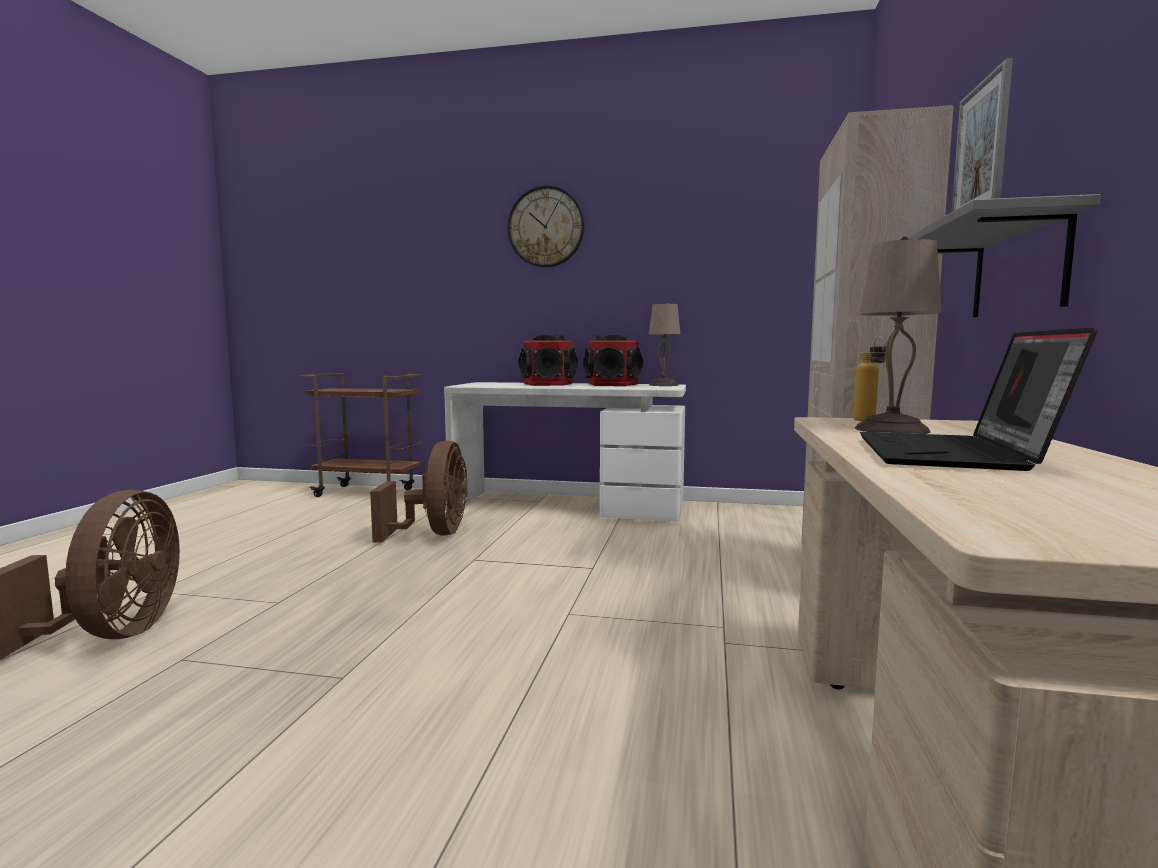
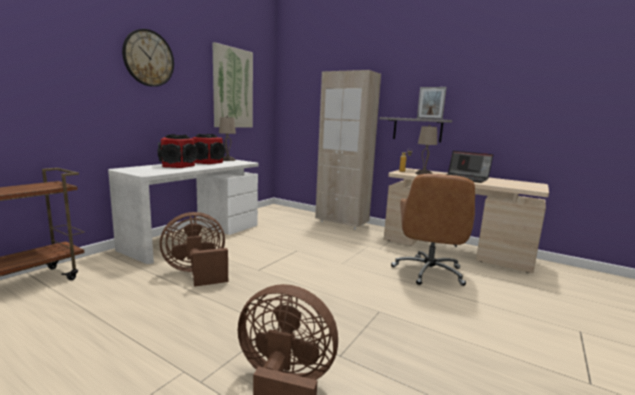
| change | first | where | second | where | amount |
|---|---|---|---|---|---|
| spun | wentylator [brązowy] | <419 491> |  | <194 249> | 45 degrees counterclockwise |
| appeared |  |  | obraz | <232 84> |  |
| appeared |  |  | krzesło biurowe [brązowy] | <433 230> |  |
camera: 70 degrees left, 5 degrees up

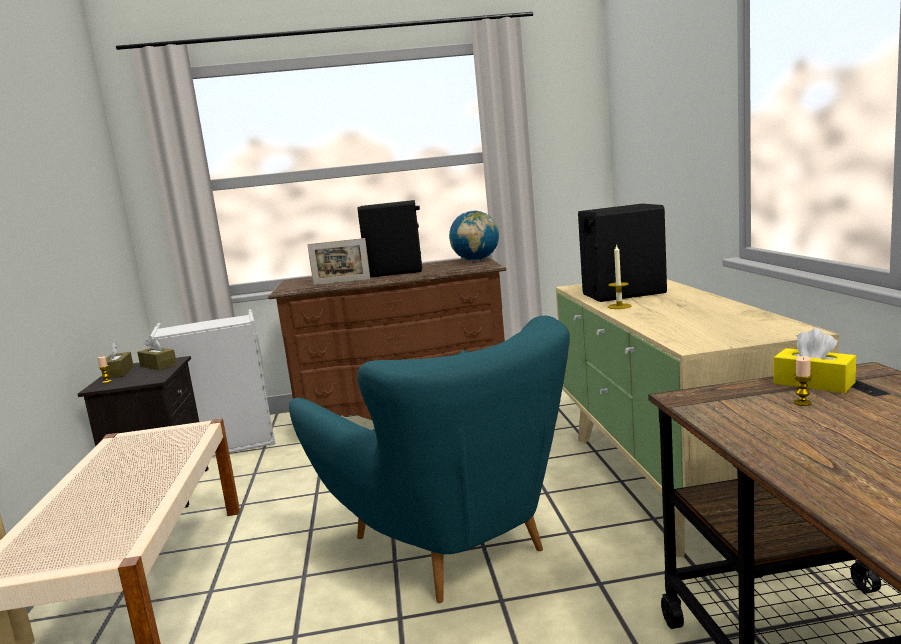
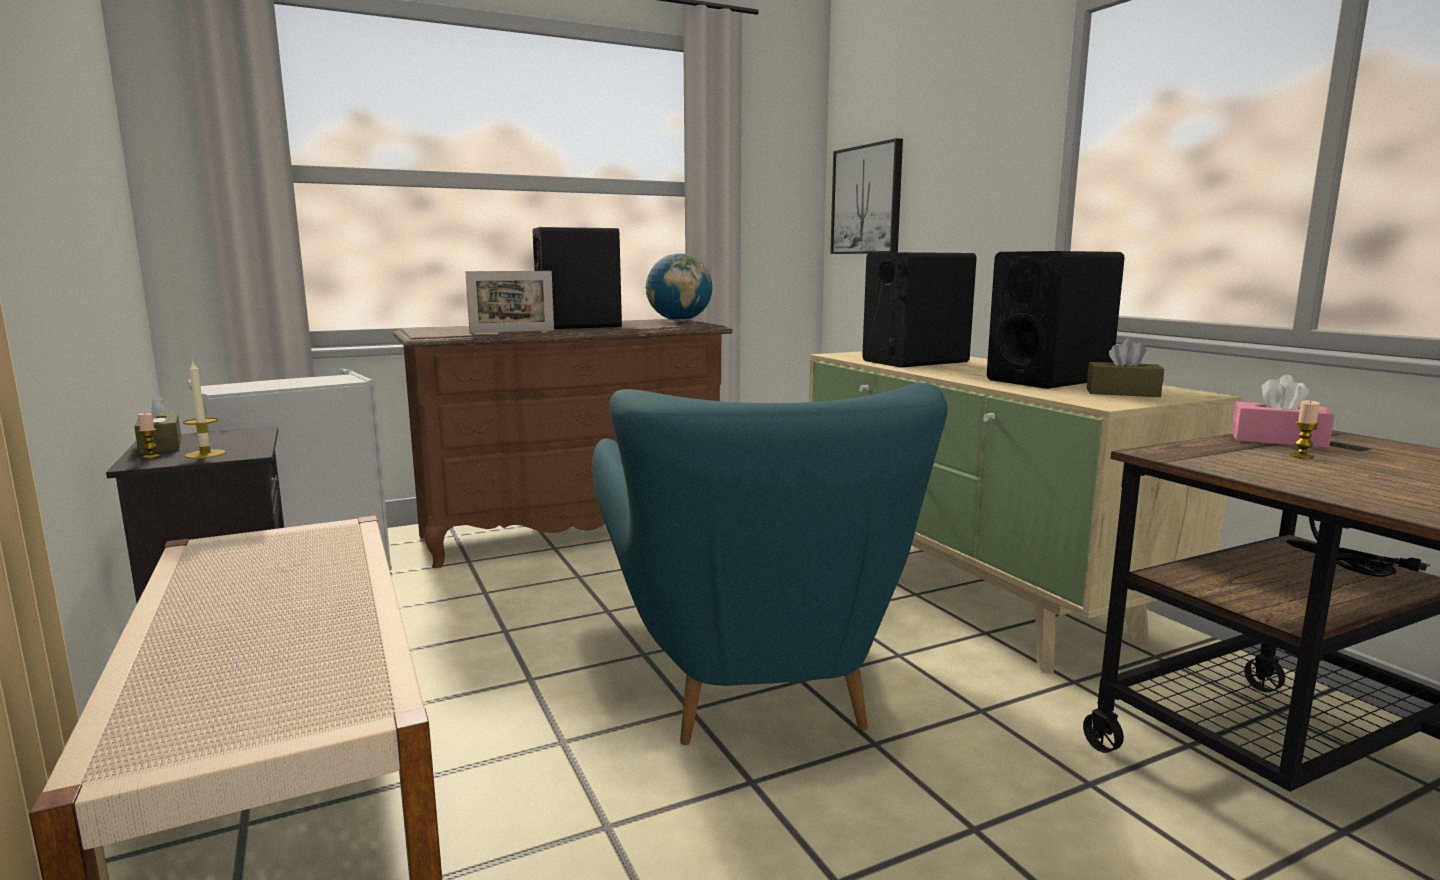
| change | first | where | second | where | amount |
|---|---|---|---|---|---|
| relocated | świeca | <619 276> |  | <204 409> |  |
| spun | fotel [turkusowy] | <429 459> |  | <770 564> | 45 degrees clockwise |
| appeared |  |  | obraz | <866 196> |  |
| appeared |  |  | głośnik [czarny] | <1056 320> |  |
| relocated | pudełko chusteczek [brązowy] | <157 353> |  | <1125 367> |  |
| colour | pudełko chusteczek [żółty] | <815 360> | pudełko chusteczek [różowy] | <1282 411> |  |
camera: 20 degrees left, 0 degrees up

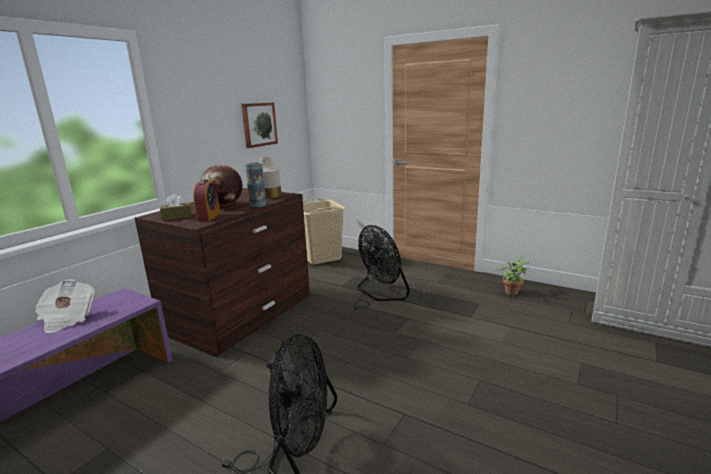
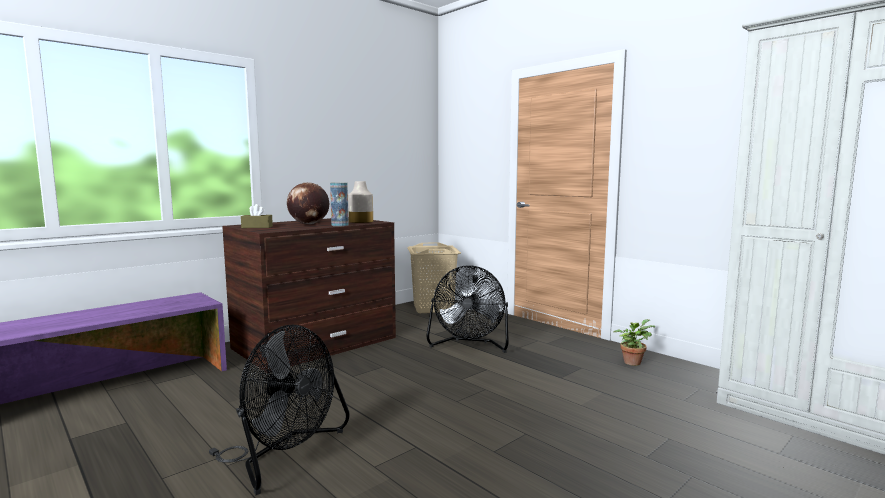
| change | first | where | second | where | amount |
|---|---|---|---|---|---|
| spun | wentylator [czarny] | <381 267> |  | <468 309> | 120 degrees clockwise |
| missing | gazeta | <64 306> |  |  |  |
| missing | budzik | <206 200> |  |  |  |
| missing | obraz | <259 125> |  |  |  |
camera: 15 degrees right, 10 degrees down

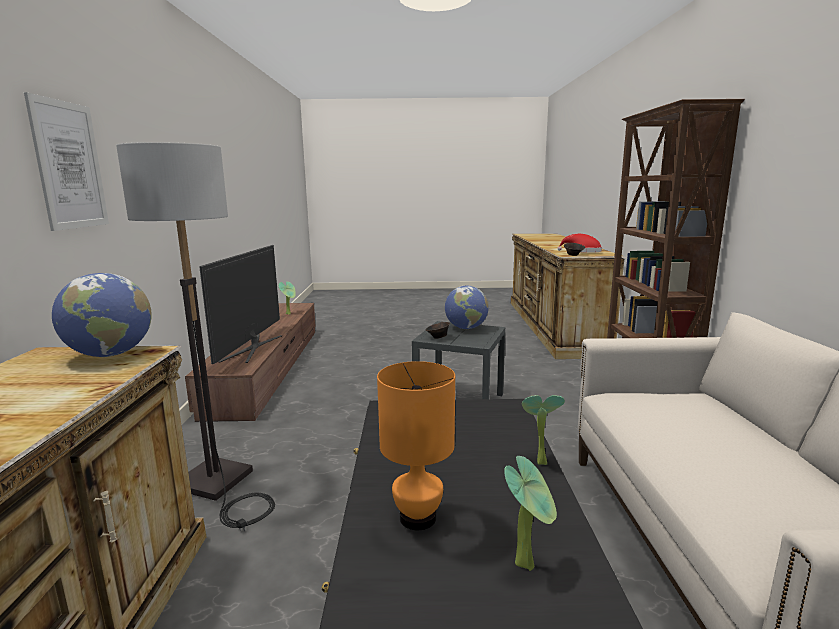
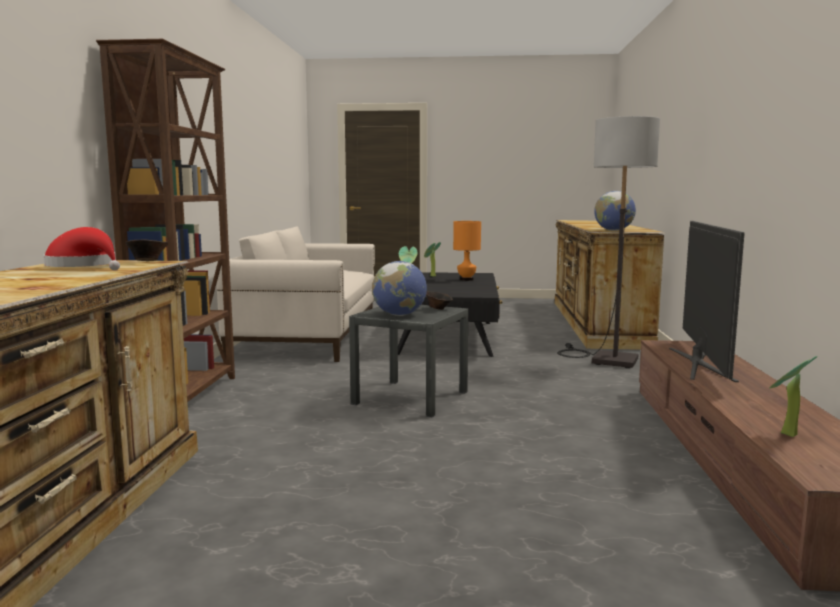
| change | first | where | second | where | amount |
|---|---|---|---|---|---|
| missing | obraz | <66 161> |  |  |  |
camera: 175 degrees left, 5 degrees down

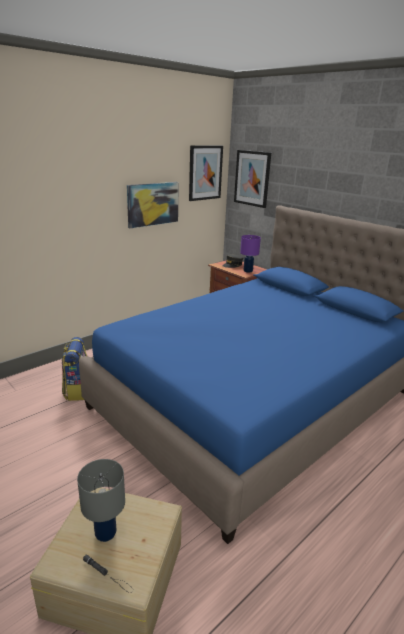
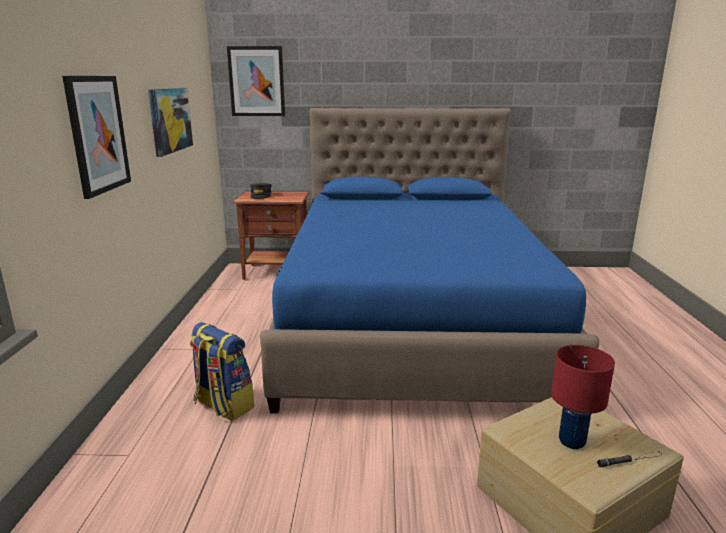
| change | first | where | second | where | amount |
|---|---|---|---|---|---|
| relocated | obraz | <206 173> |  | <96 137> |  |
| colour | lampa stołowa [szary] | <101 500> | lampa stołowa [czerwony] | <583 397> |  |
| missing | lampa stołowa [fioletowy] | <250 254> |  |  |  |
camera: 45 degrees left, 5 degrees down

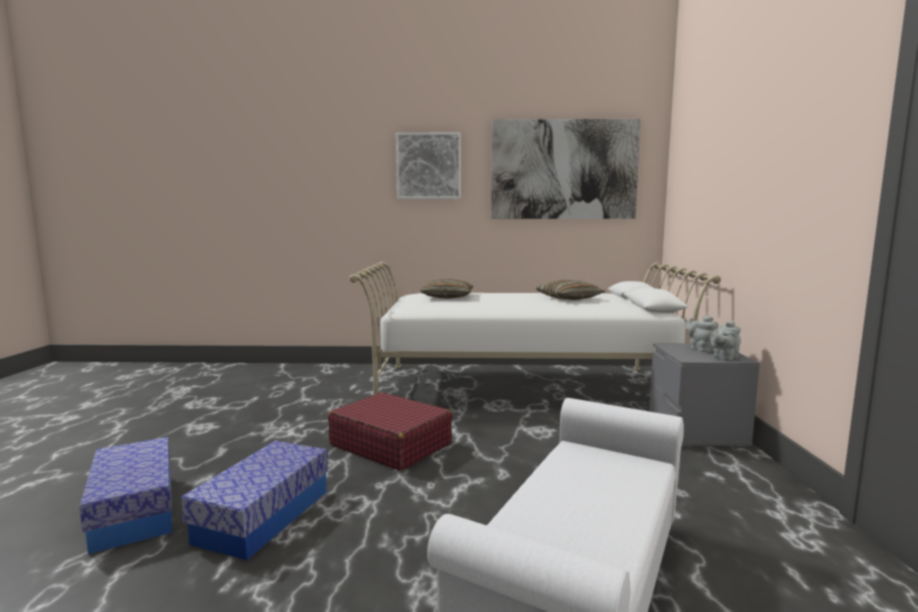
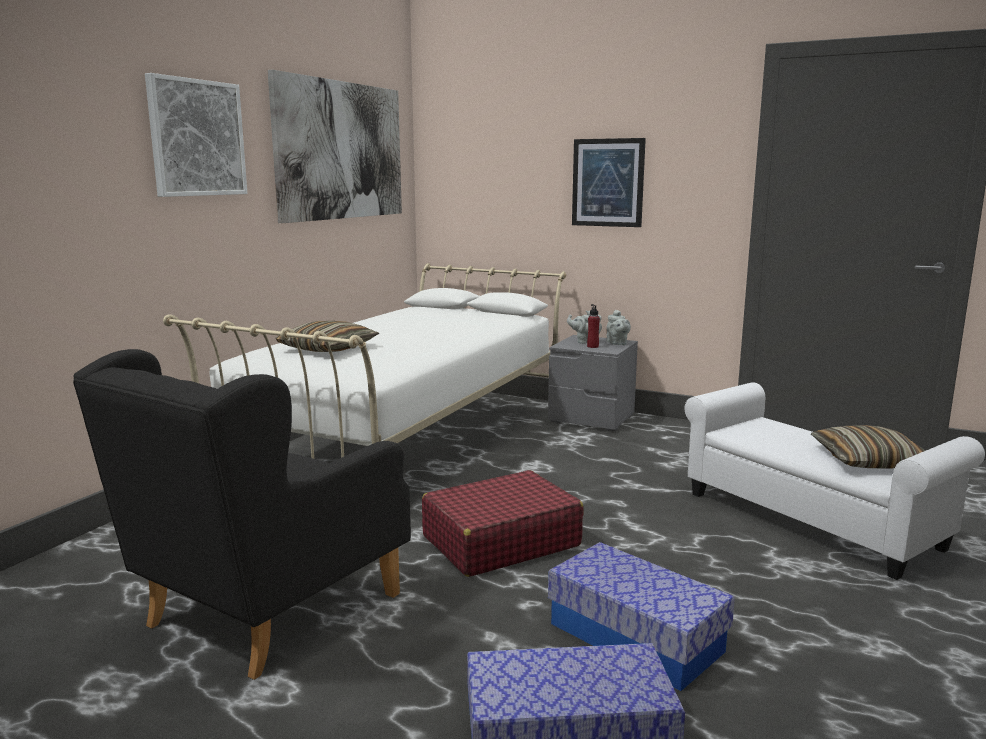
| change | first | where | second | where | amount |
|---|---|---|---|---|---|
| appeared |  |  | fotel [czarny] | <242 514> |  |
| appeared |  |  | obraz | <609 182> |  |
| appeared |  |  | butelka [czerwony] | <593 326> |  |
| relocated | poduszka | <571 290> |  | <868 447> |  |
camera: 65 degrees left, 5 degrees up

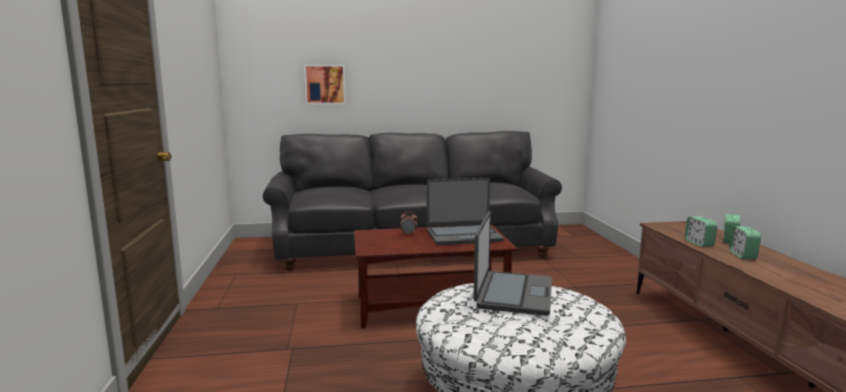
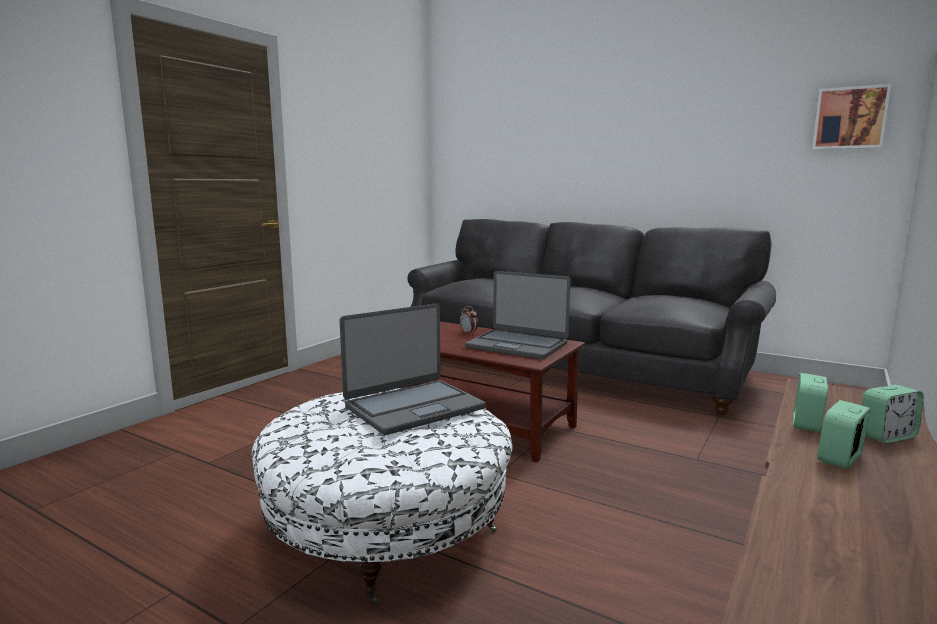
| change | first | where | second | where | amount |
|---|---|---|---|---|---|
| relocated | obraz | <325 84> |  | <851 117> |  |
camera: 40 degrees right, 0 degrees up

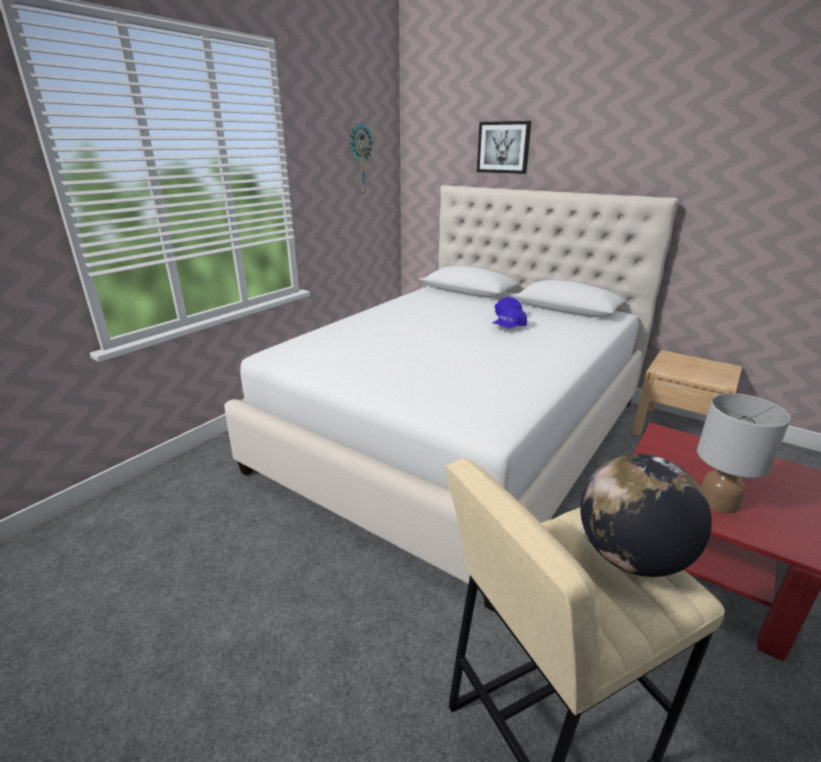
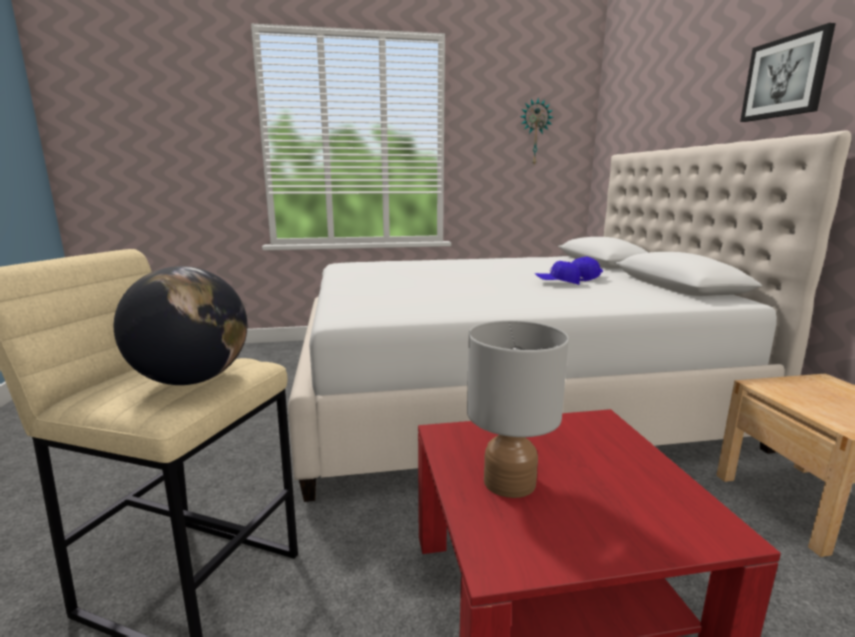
| change | first | where | second | where | amount |
|---|---|---|---|---|---|
| relocated | obraz | <504 147> |  | <788 72> |  |
camera: 45 degrees right, 10 degrees down

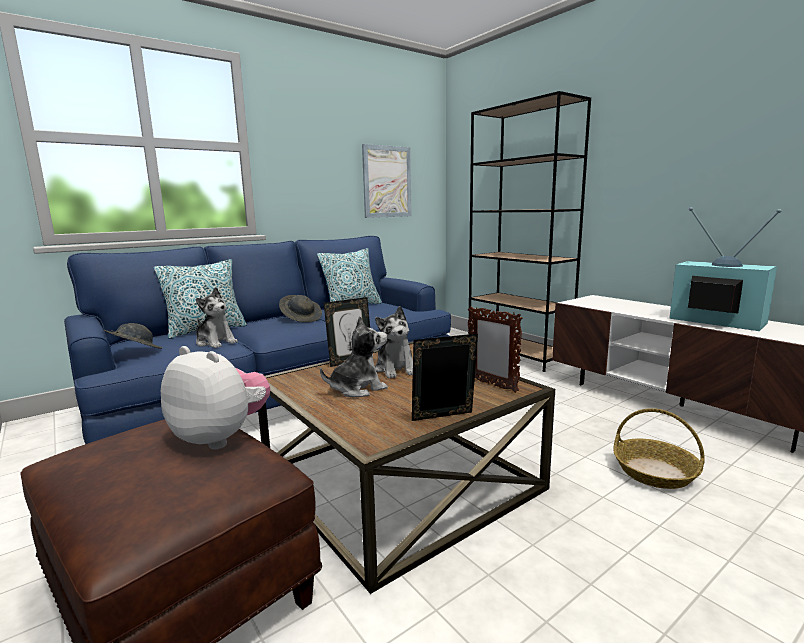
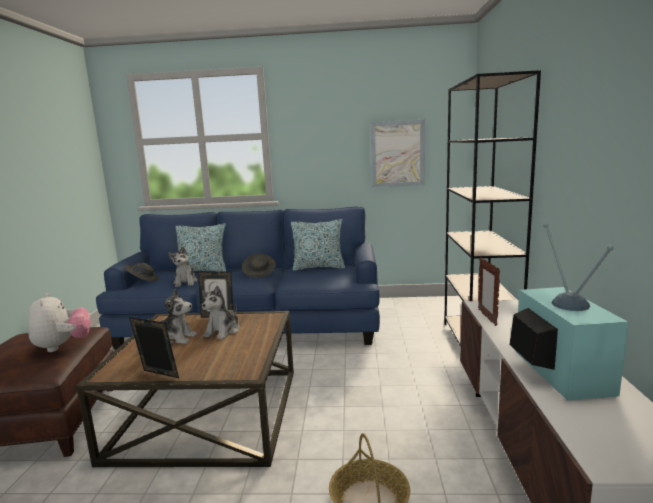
| change | first | where | second | where | amount |
|---|---|---|---|---|---|
| relocated | ramka na zdjęcie | <495 349> |  | <489 291> |  |
camera: 40 degrees right, 0 degrees up

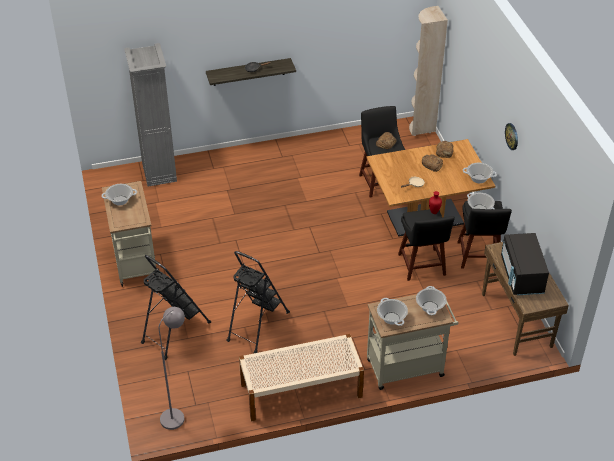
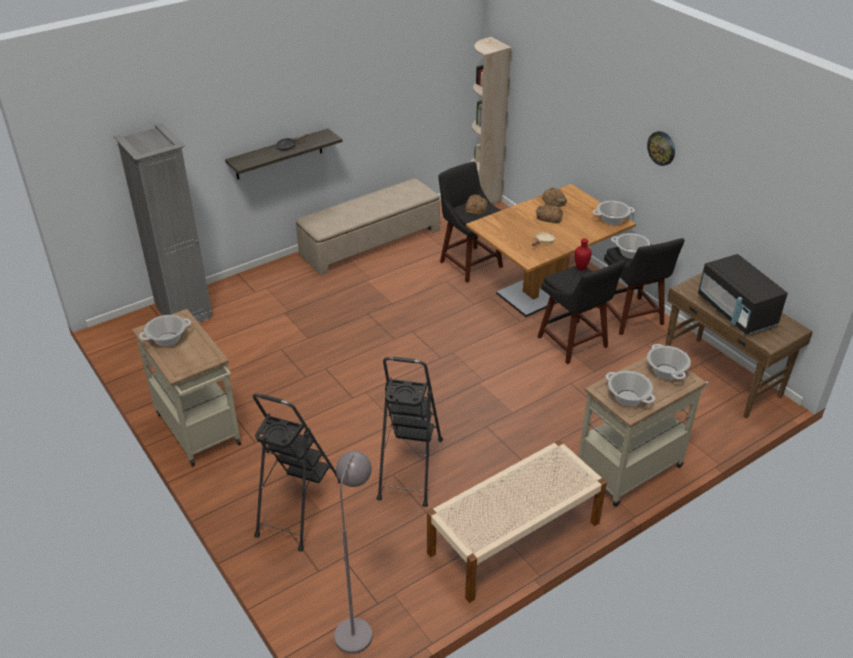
| change | first | where | second | where | amount |
|---|---|---|---|---|---|
| appeared |  |  | ławka [beżowy] | <368 227> |  |
camera: 20 degrees left, 5 degrees down

